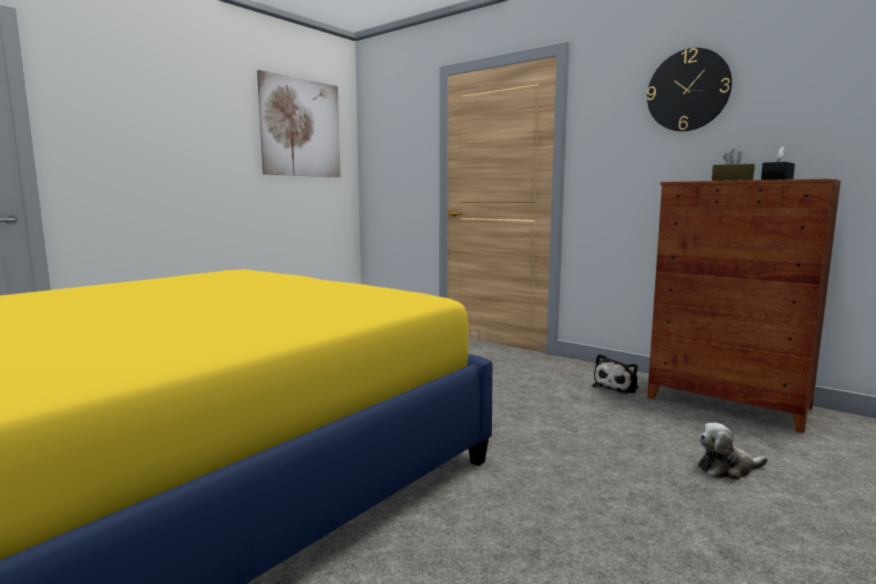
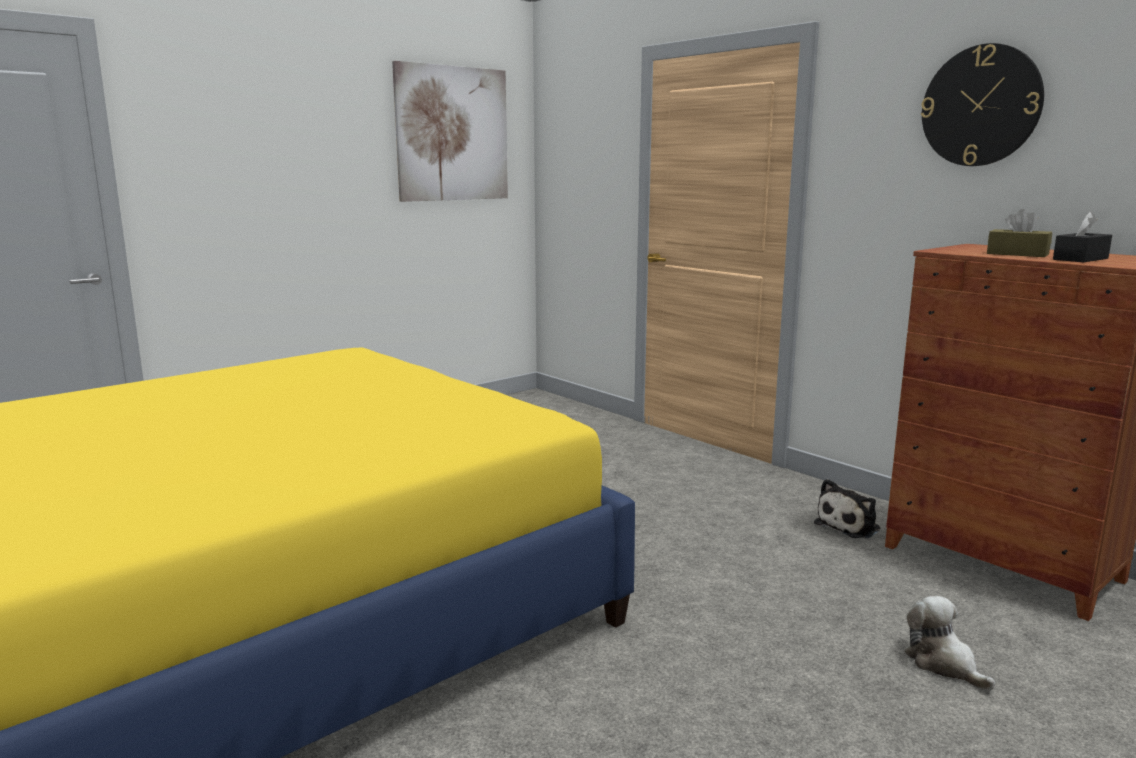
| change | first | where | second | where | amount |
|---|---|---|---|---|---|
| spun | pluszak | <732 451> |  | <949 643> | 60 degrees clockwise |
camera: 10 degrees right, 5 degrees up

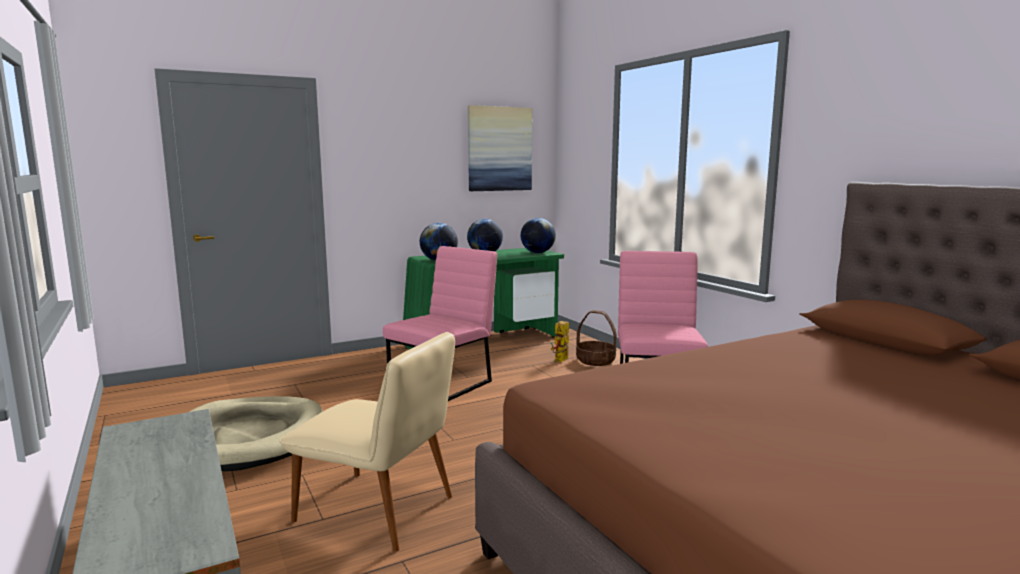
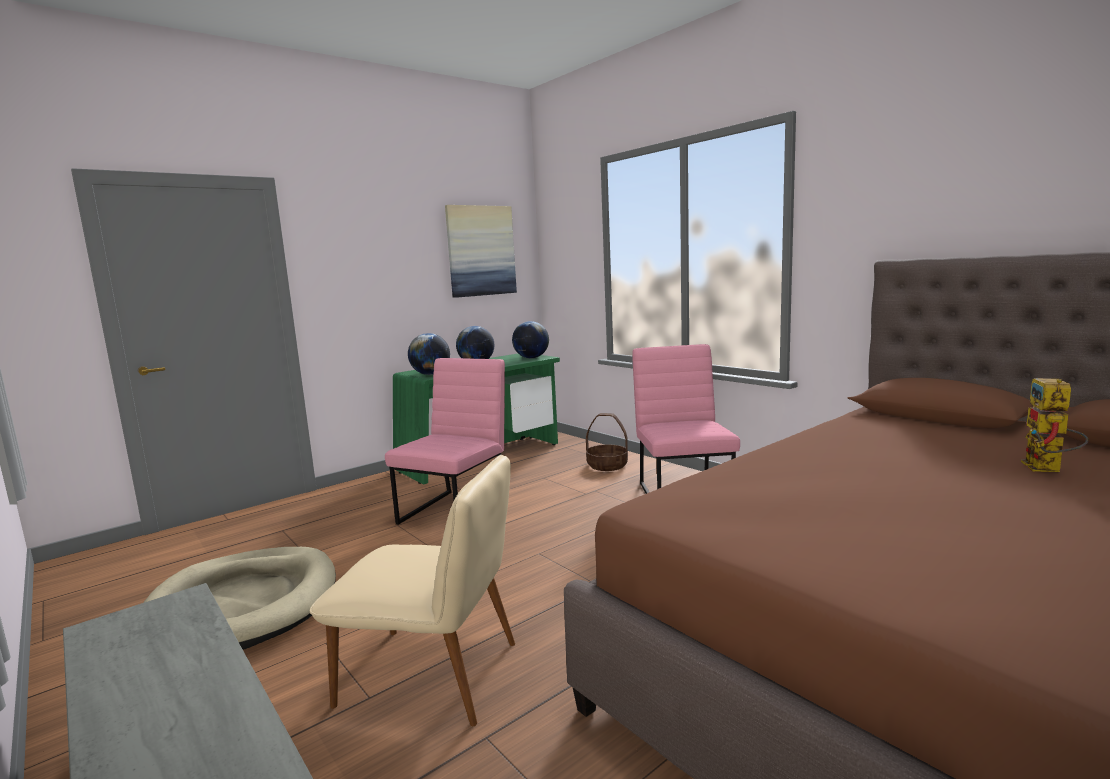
| change | first | where | second | where | amount |
|---|---|---|---|---|---|
| relocated | robot zabawkowy | <559 341> |  | <1055 425> |  |
camera: 10 degrees left, 0 degrees up

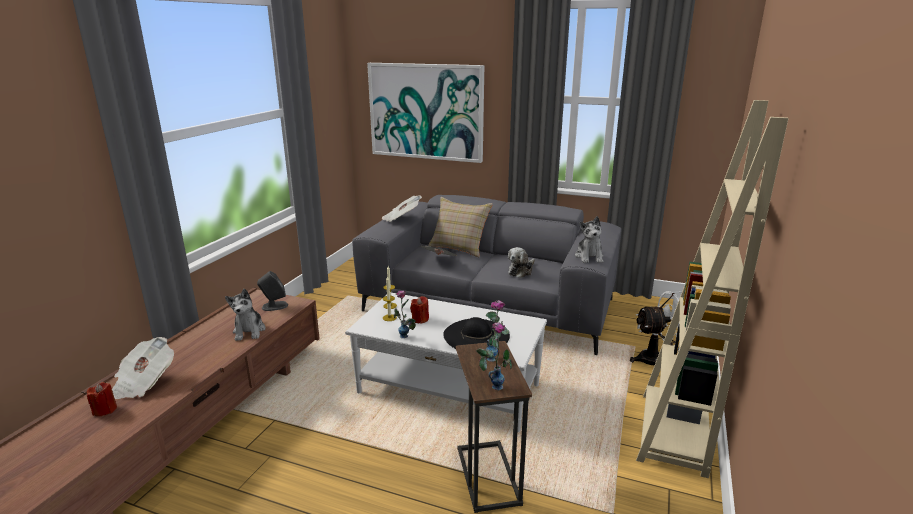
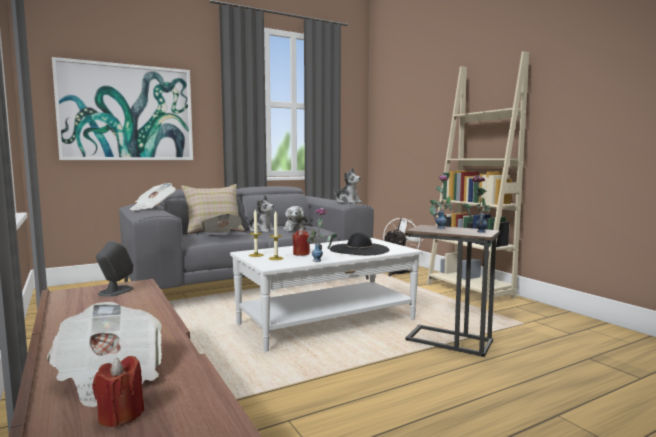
| change | first | where | second | where | amount |
|---|---|---|---|---|---|
| relocated | pluszak | <245 315> |  | <260 214> |  |
camera: 50 degrees left, 15 degrees down

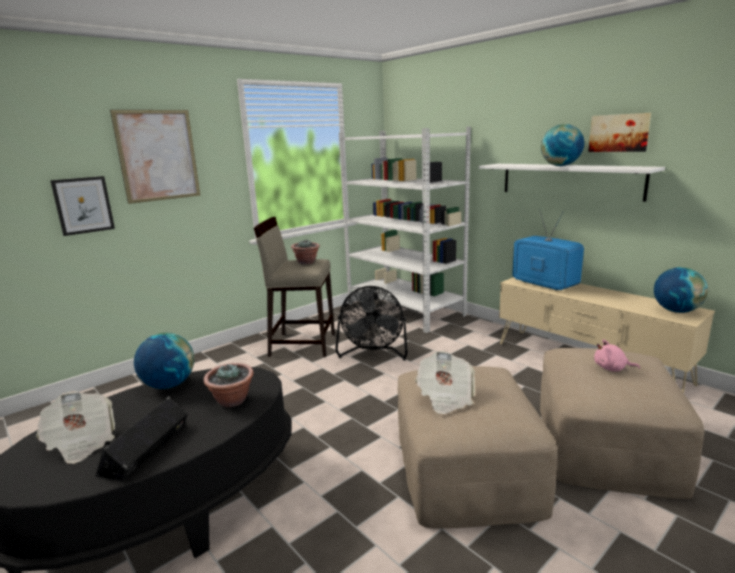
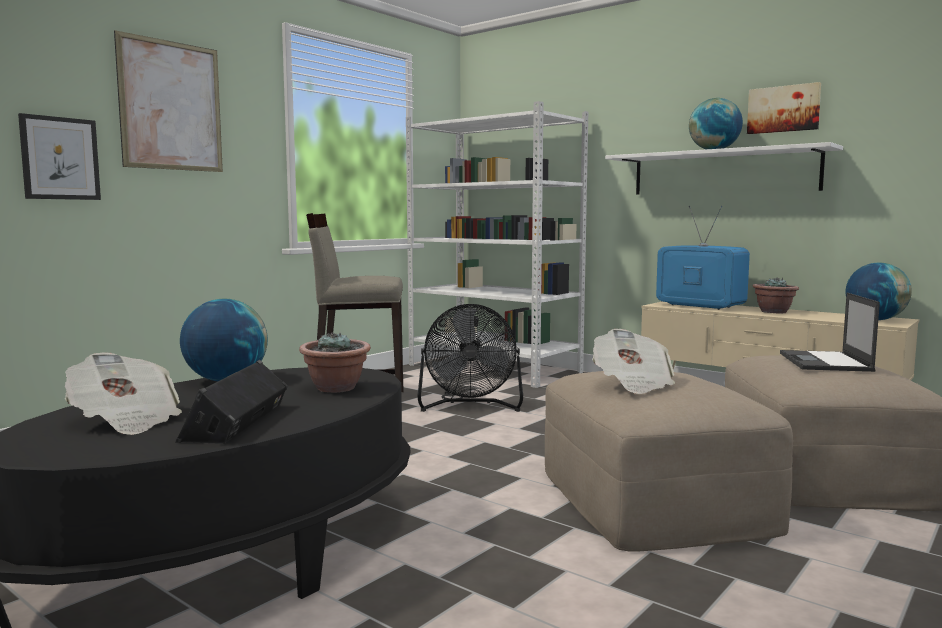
| change | first | where | second | where | amount |
|---|---|---|---|---|---|
| relocated | roślina doniczkowa | <305 251> |  | <775 295> |  |
| exchanged | pluszak [różowy] | <617 355> | laptop | <830 332> |  |
camera: 10 degrees left, 10 degrees down

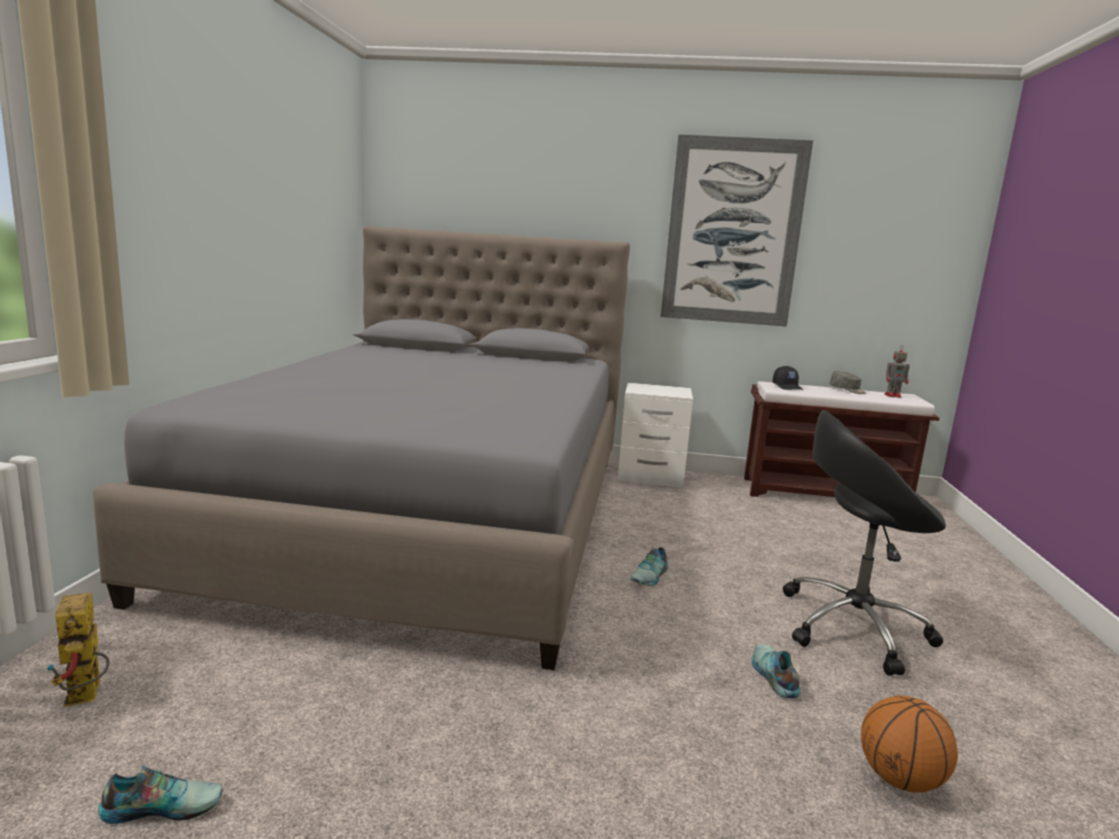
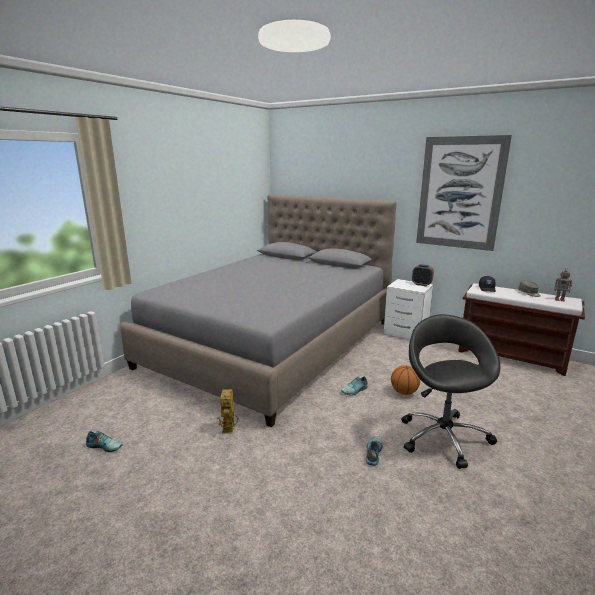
| change | first | where | second | where | amount |
|---|---|---|---|---|---|
| relocated | robot zabawkowy | <78 649> |  | <227 411> |  |
| relocated | piłka do koszykówki | <909 744> |  | <405 380> |  |
| spun | krzesło biurowe [czarny] | <864 543> |  | <450 391> | 45 degrees clockwise |
| appeared |  |  | budzik | <423 275> |  |
camera: 25 degrees right, 5 degrees up

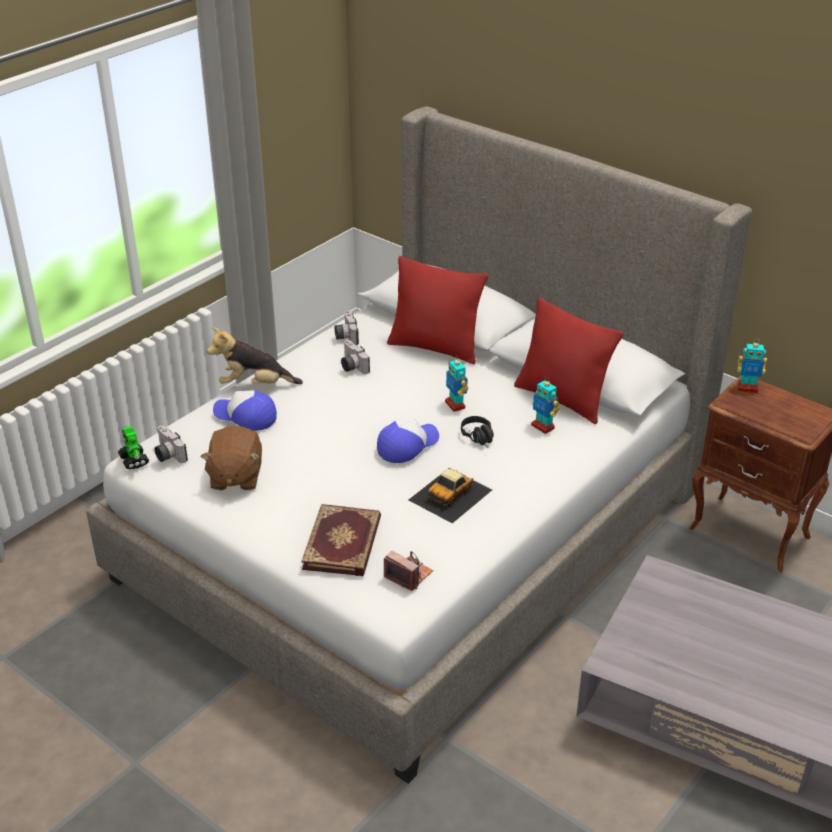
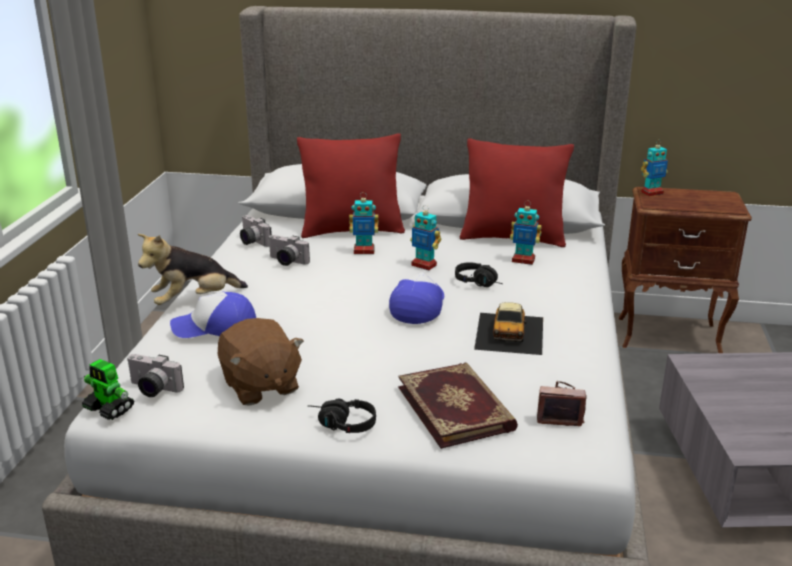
| change | first | where | second | where | amount |
|---|---|---|---|---|---|
| appeared |  |  | słuchawki [czarny] | <342 416> |  |
| appeared |  |  | robot zabawkowy | <364 223> |  |
camera: 30 degrees left, 10 degrees down

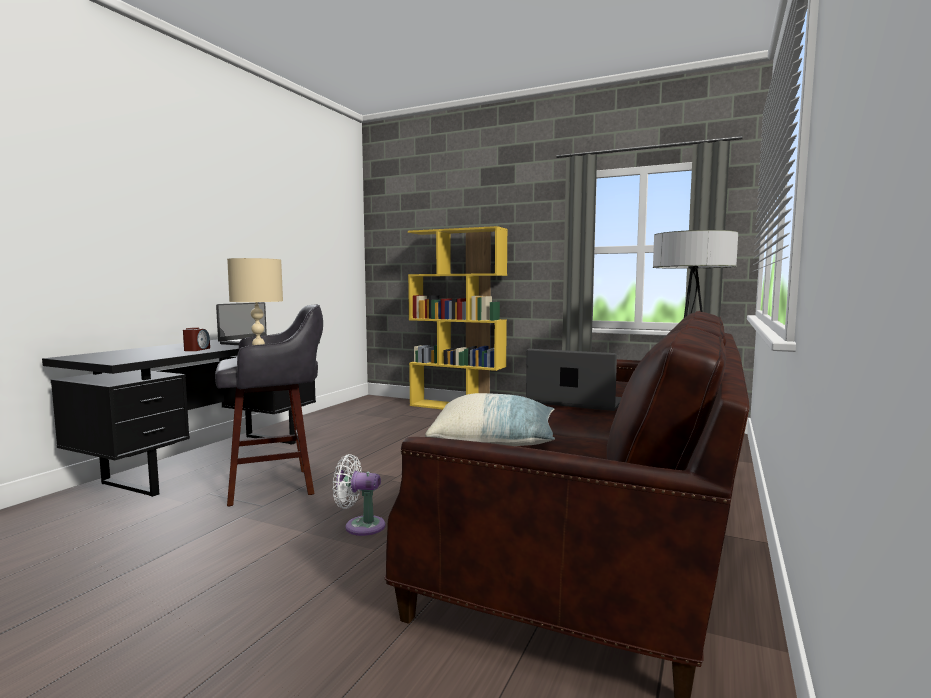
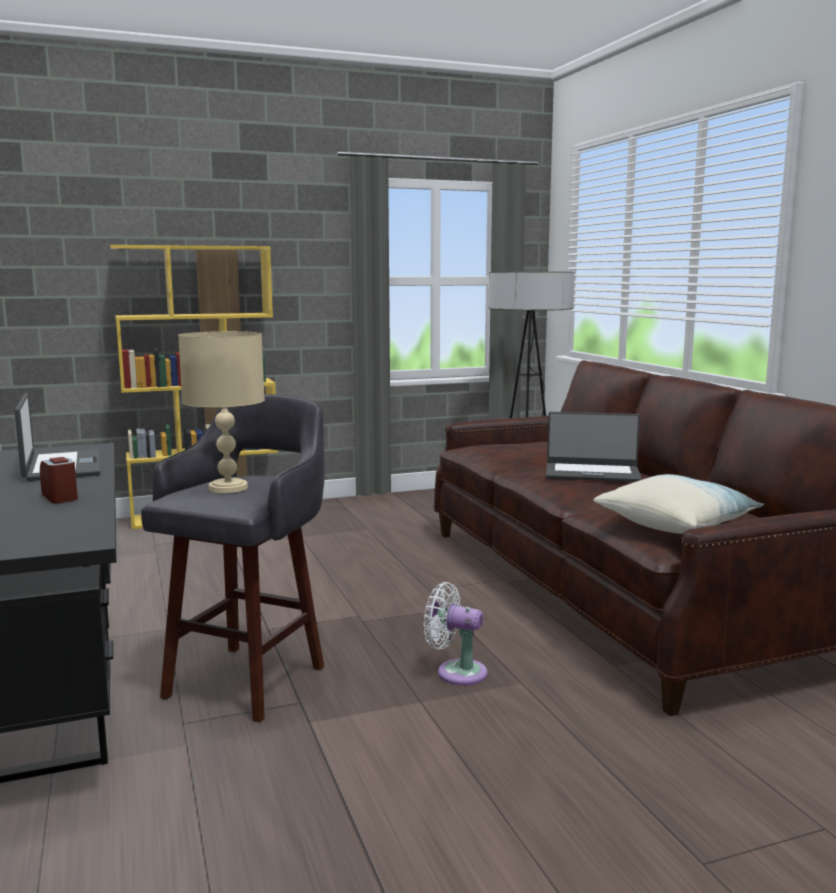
| change | first | where | second | where | amount |
|---|---|---|---|---|---|
| spun | wentylator [biały] | <358 495> |  | <455 634> | 60 degrees clockwise |
| spun | laptop | <574 380> |  | <594 447> | 150 degrees counterclockwise |
camera: 45 degrees left, 5 degrees up

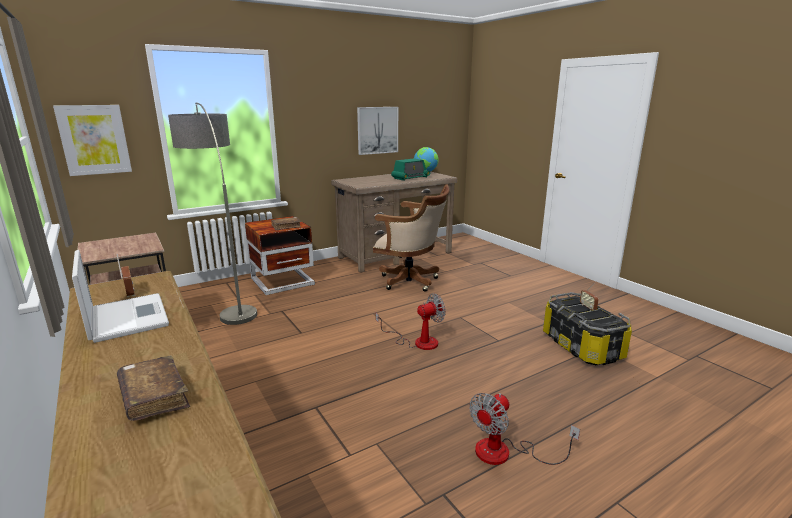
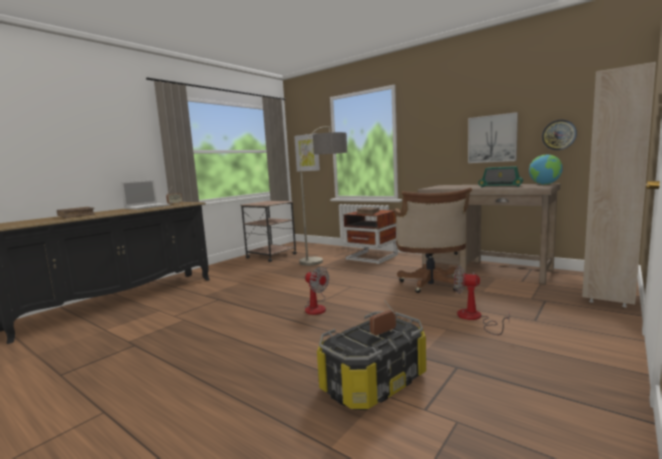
| change | first | where | second | where | amount |
|---|---|---|---|---|---|
| relocated | wentylator | <524 429> |  | <481 300> |  |
| appeared |  |  | zegar ścienny | <559 135> |  |
| appeared |  |  | regał [beżowy] | <619 184> |  |
camera: 70 degrees right, 10 degrees down

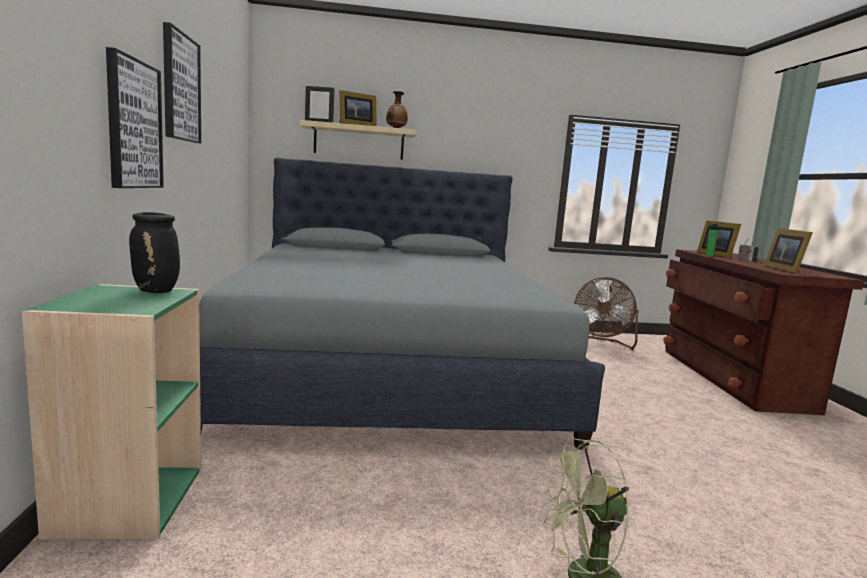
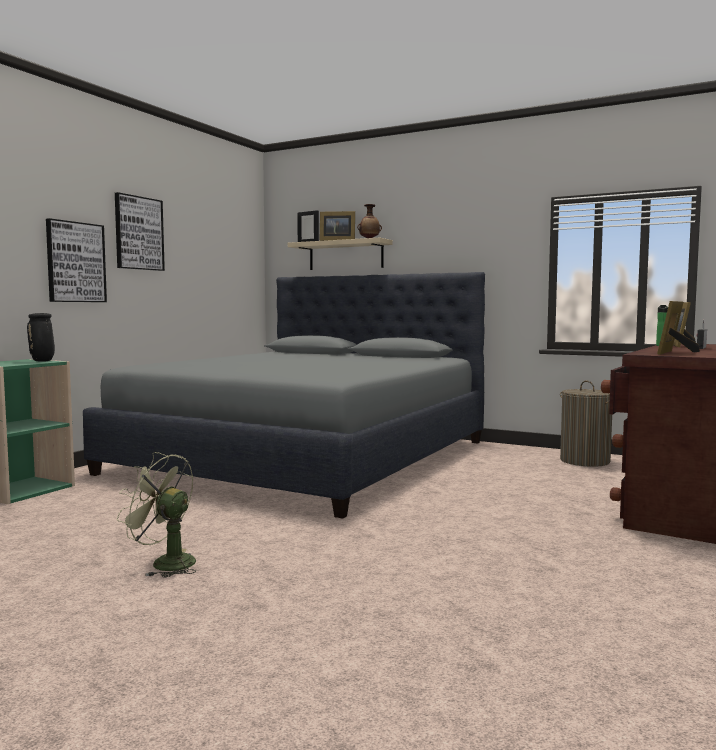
| change | first | where | second | where | amount |
|---|---|---|---|---|---|
| exchanged | wentylator [brązowy] | <606 313> | kosz na pranie | <586 424> |  |
camera: 35 degrees right, 5 degrees down

